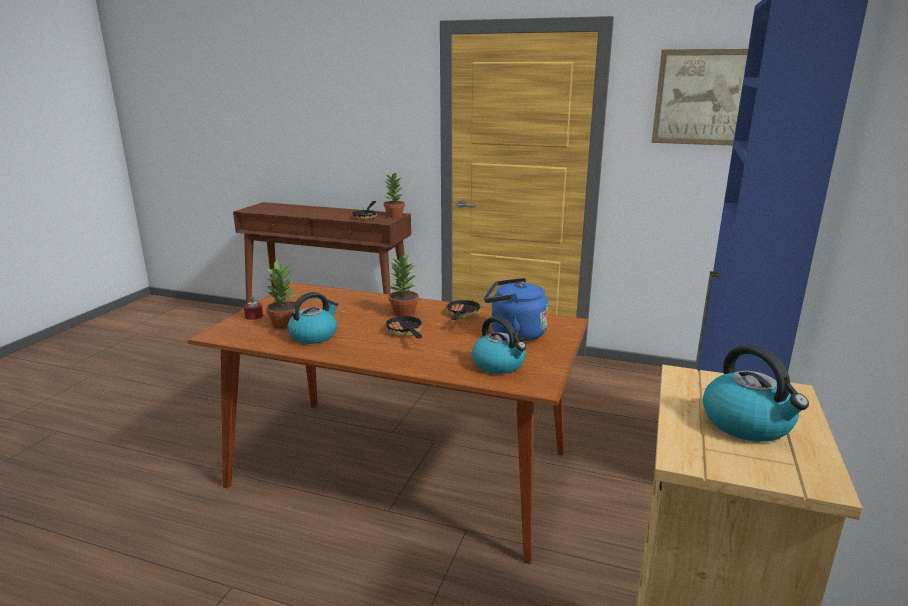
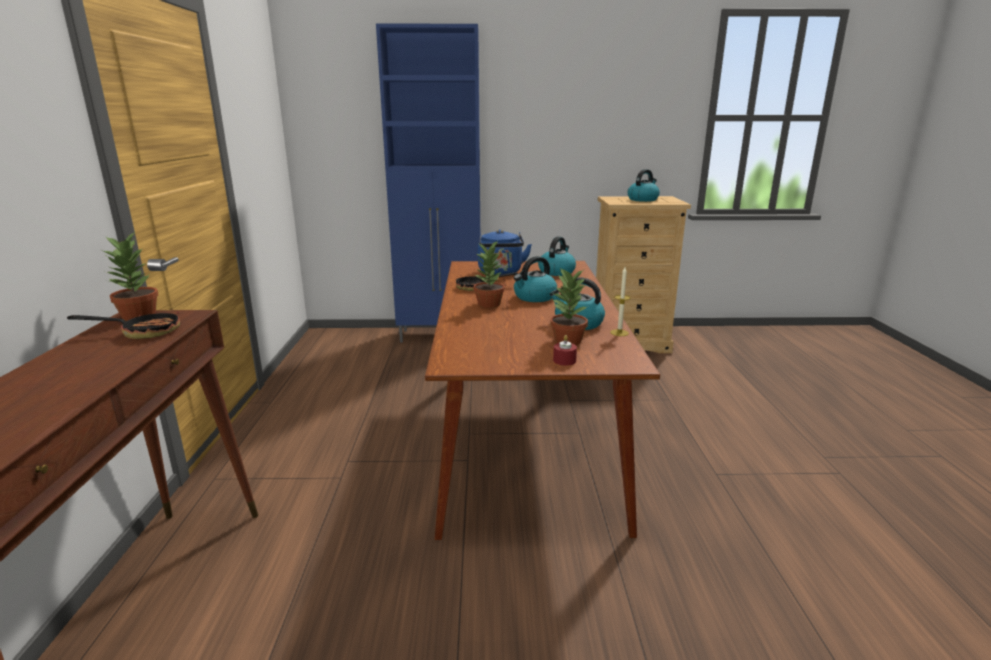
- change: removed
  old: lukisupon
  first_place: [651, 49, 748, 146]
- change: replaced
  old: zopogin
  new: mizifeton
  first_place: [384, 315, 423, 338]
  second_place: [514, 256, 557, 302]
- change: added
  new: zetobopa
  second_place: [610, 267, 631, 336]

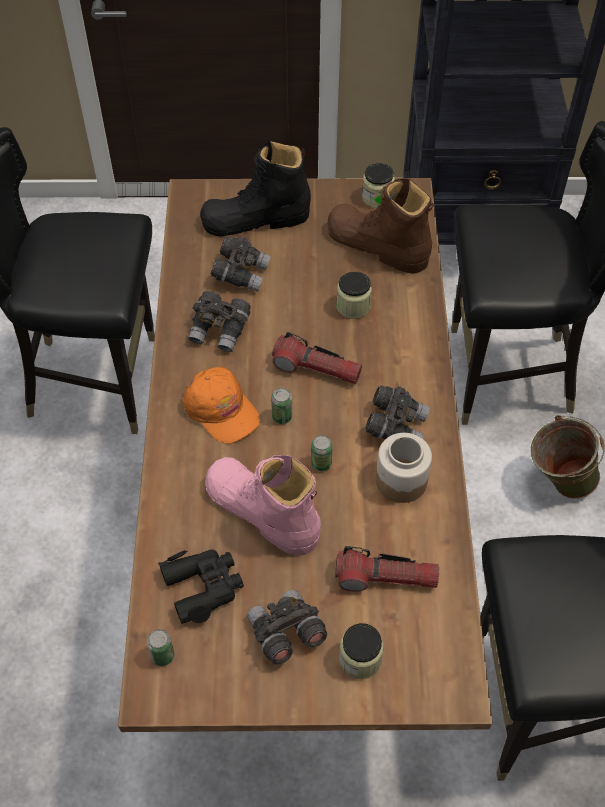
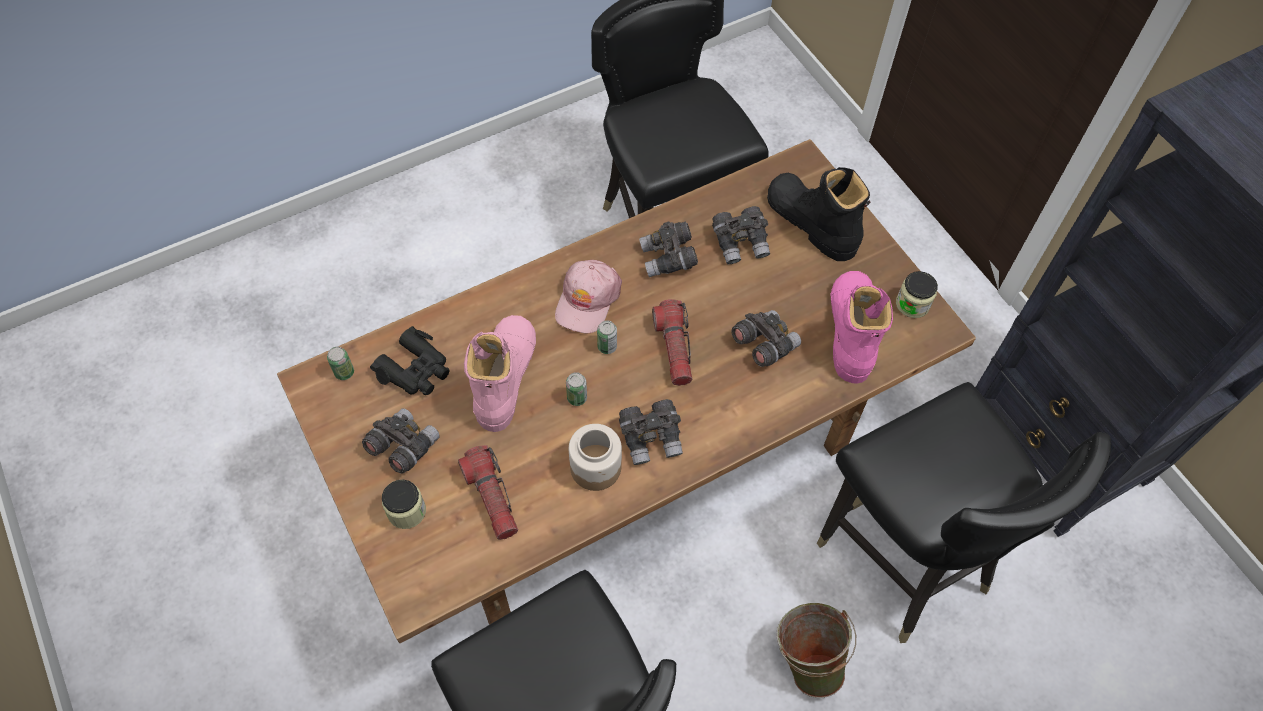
- change: recoloured
  old: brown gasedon
  new: pink gasedon
  first_place: [327, 179, 434, 274]
  second_place: [830, 271, 893, 384]
- change: replaced
  old: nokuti
  new: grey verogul
  first_place: [337, 271, 372, 319]
  second_place: [732, 310, 801, 367]
- change: recoloured
  old: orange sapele
  new: pink sapele
  first_place: [182, 367, 260, 444]
  second_place: [555, 260, 622, 334]

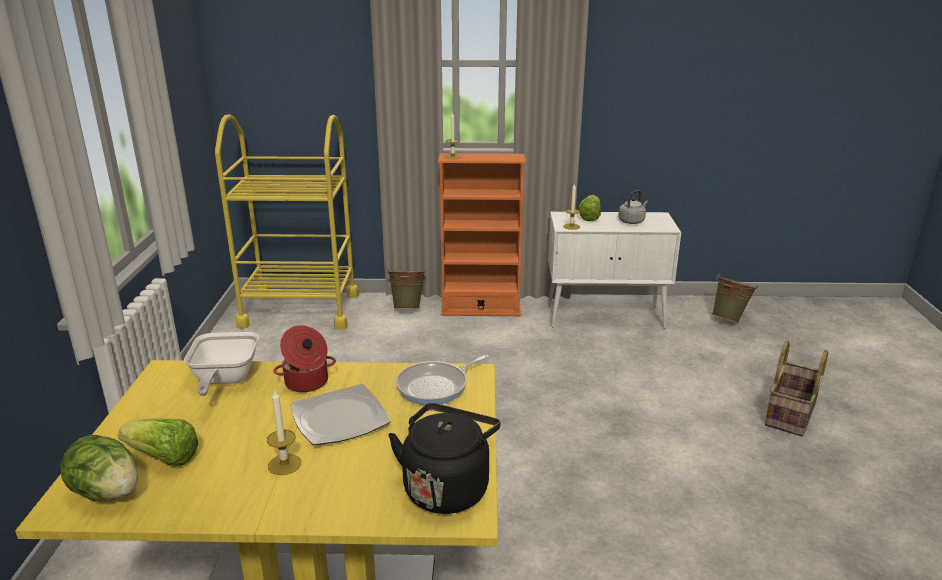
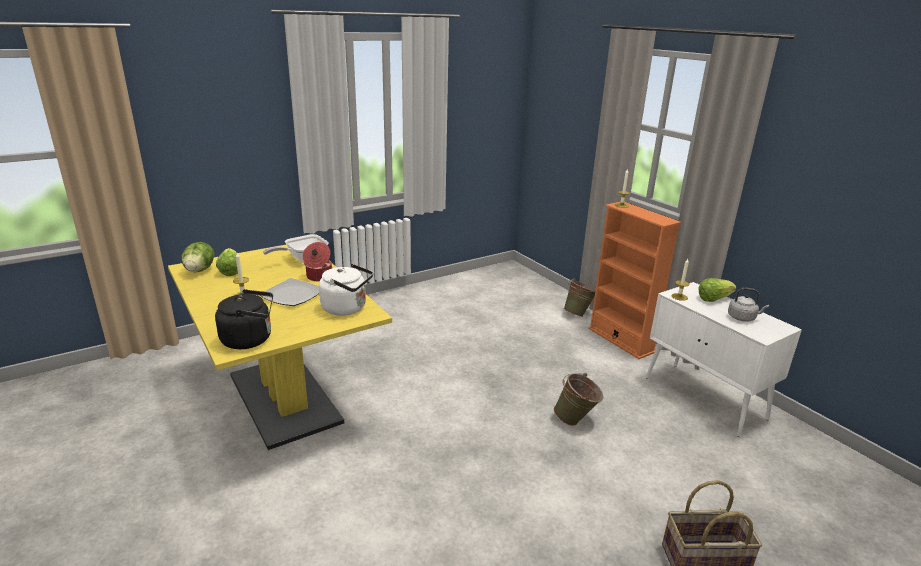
- change: removed
  old: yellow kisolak
  first_place: [215, 114, 359, 330]
- change: moved
  old: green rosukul
  first_place: [712, 274, 758, 322]
  second_place: [554, 373, 603, 426]
- change: replaced
  old: zopogin
  new: white mizifeton
  first_place: [396, 355, 489, 405]
  second_place: [319, 264, 373, 316]

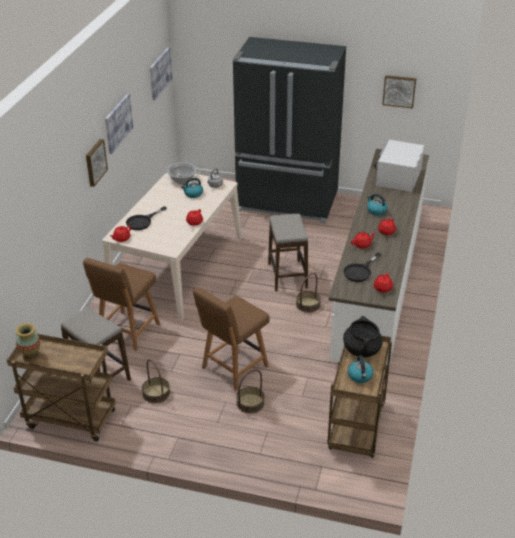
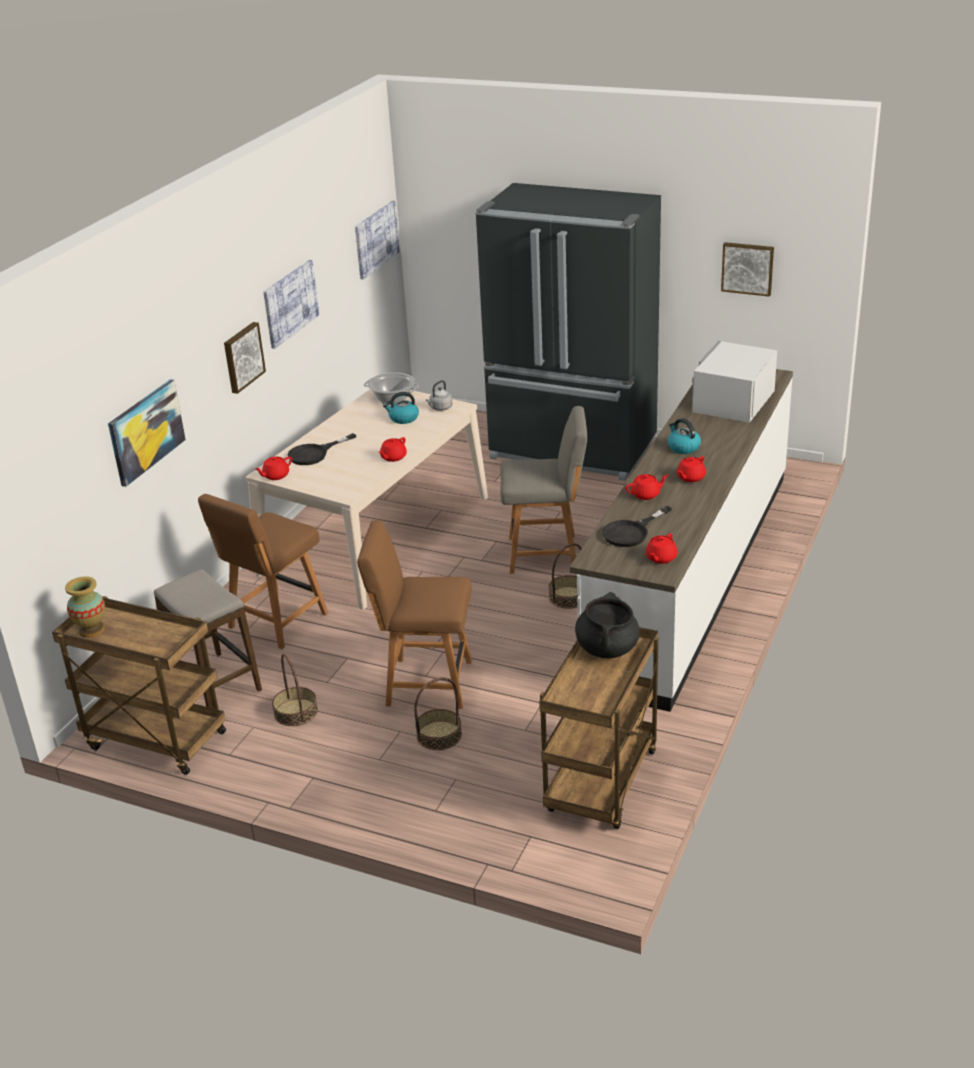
- change: replaced
  old: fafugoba
  new: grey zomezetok
  first_place: [268, 214, 308, 291]
  second_place: [500, 406, 587, 574]
- change: turned
  old: brown zomezetok
  first_place: [193, 287, 270, 391]
  second_place: [357, 520, 472, 709]
  degrees: 45
- change: removed
  old: mizifeton
  first_place: [348, 355, 374, 383]
- change: added
  new: lukisupon
  second_place: [108, 379, 186, 487]

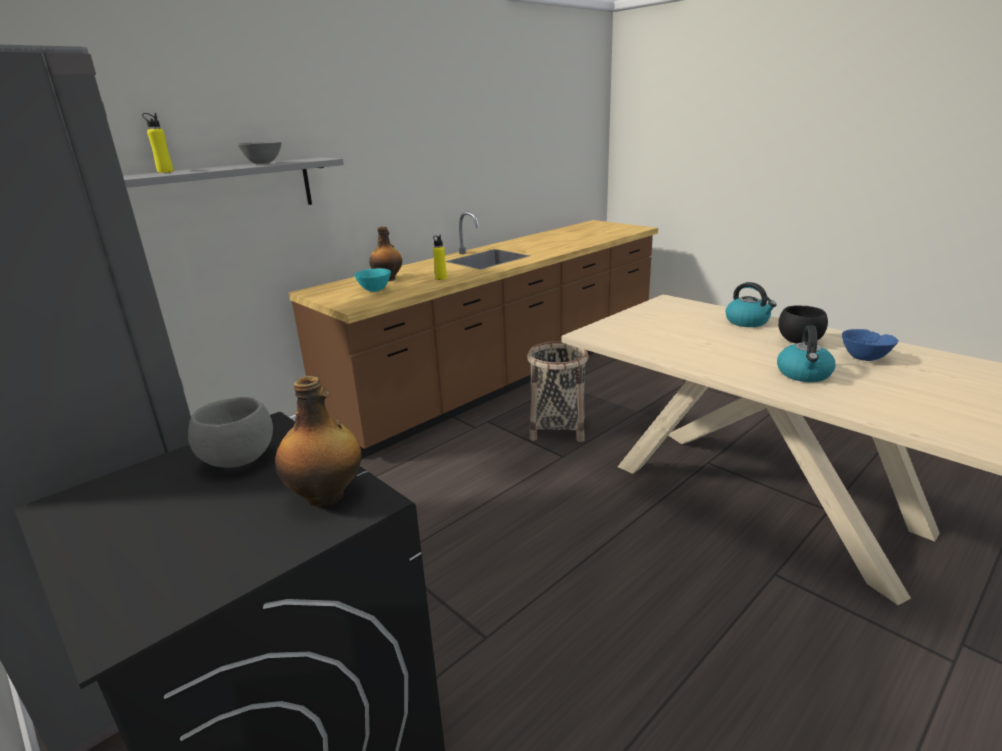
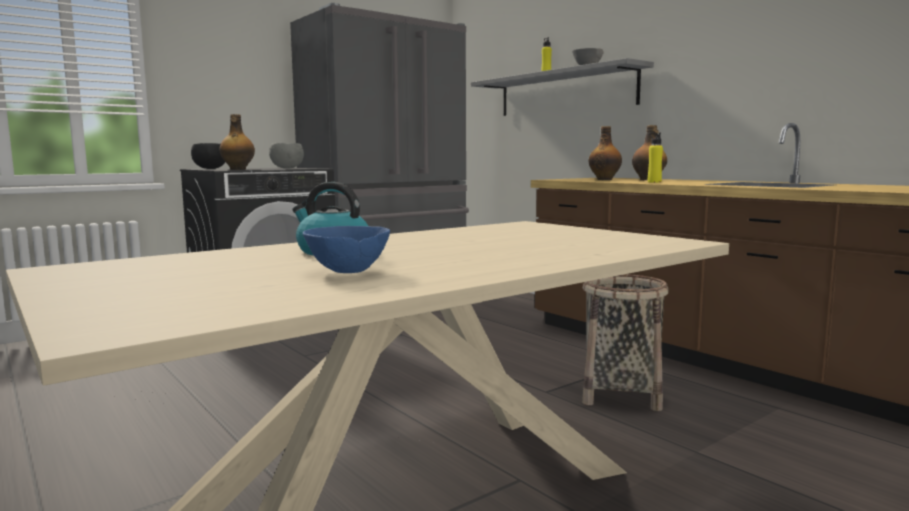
- change: replaced
  old: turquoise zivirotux
  new: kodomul
  first_place: [354, 268, 391, 292]
  second_place: [588, 126, 622, 180]
- change: removed
  old: mizifeton
  first_place: [726, 282, 777, 327]
- change: moved
  old: black zivirotux
  first_place: [778, 305, 828, 343]
  second_place: [191, 143, 225, 169]

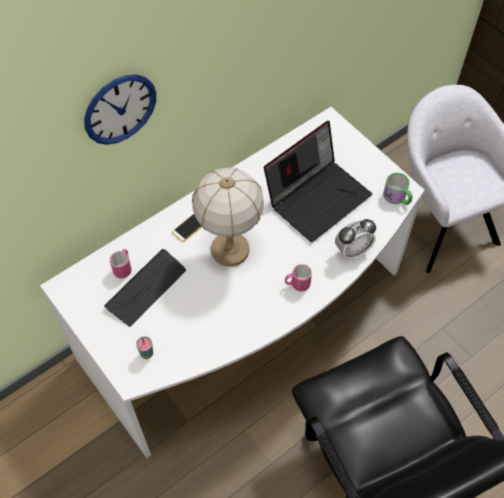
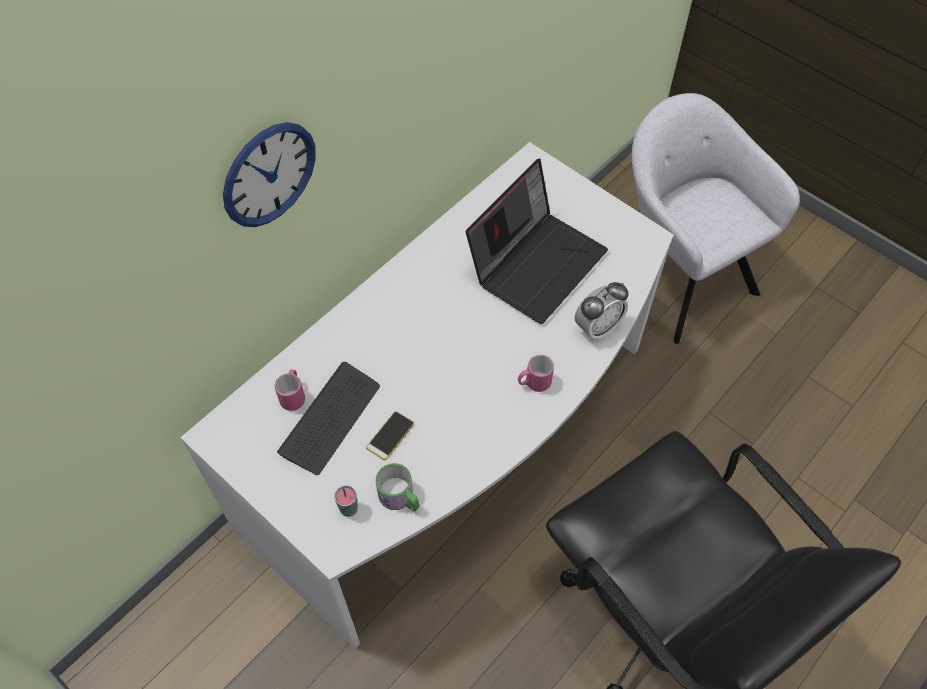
- change: removed
  old: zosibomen
  first_place: [192, 168, 264, 266]
- change: moved
  old: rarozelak
  first_place: [383, 173, 412, 205]
  second_place: [376, 463, 420, 511]
- change: moved
  old: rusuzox
  first_place: [172, 214, 202, 242]
  second_place: [366, 411, 414, 460]

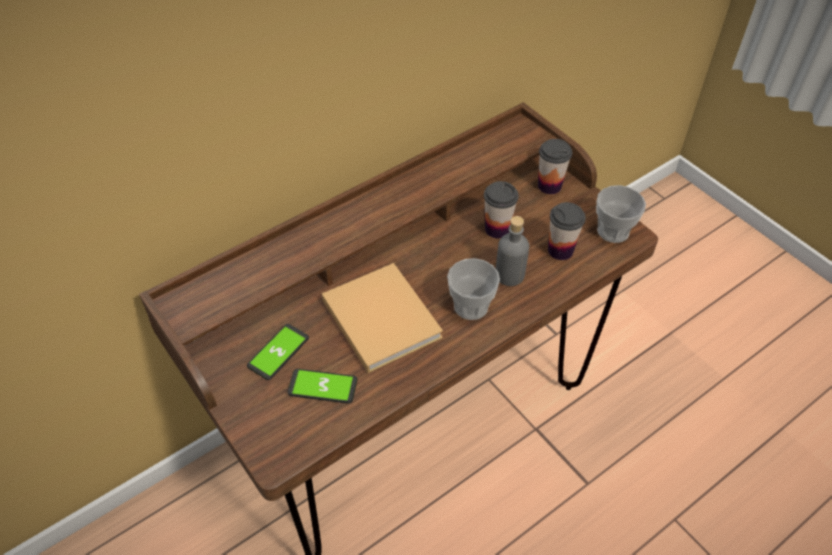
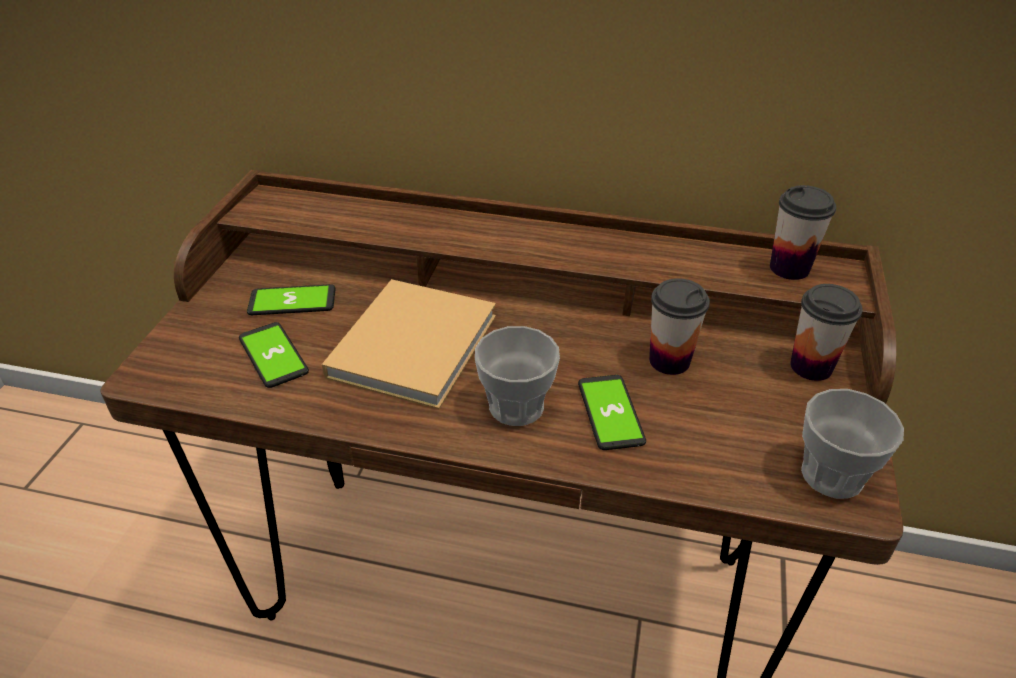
- change: moved
  old: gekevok
  first_place: [548, 202, 586, 260]
  second_place: [770, 185, 836, 280]
- change: replaced
  old: grey kodomul
  new: rusuzox
  first_place: [496, 216, 529, 286]
  second_place: [578, 375, 646, 450]

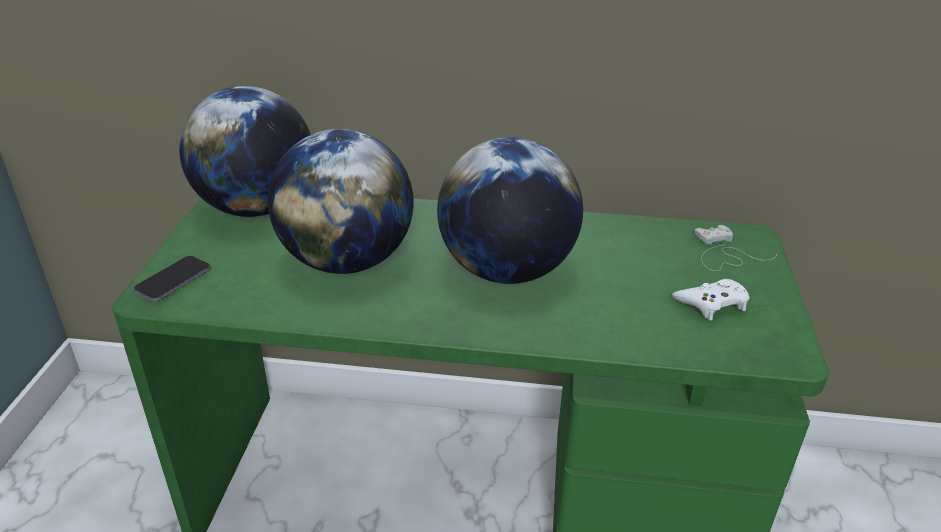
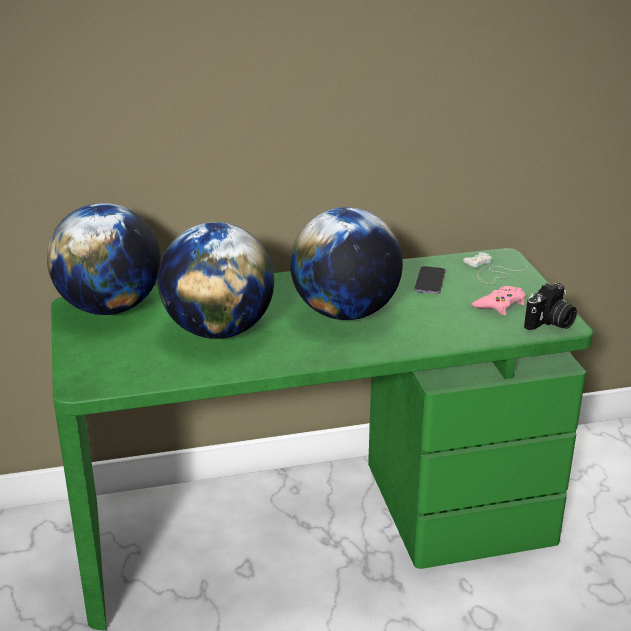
- change: moved
  old: rusuzox
  first_place: [134, 256, 210, 302]
  second_place: [415, 266, 445, 294]
- change: recoloured
  old: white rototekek
  new: pink rototekek
  first_place: [672, 279, 750, 321]
  second_place: [471, 286, 526, 315]
- change: added
  new: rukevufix
  second_place: [524, 283, 577, 330]

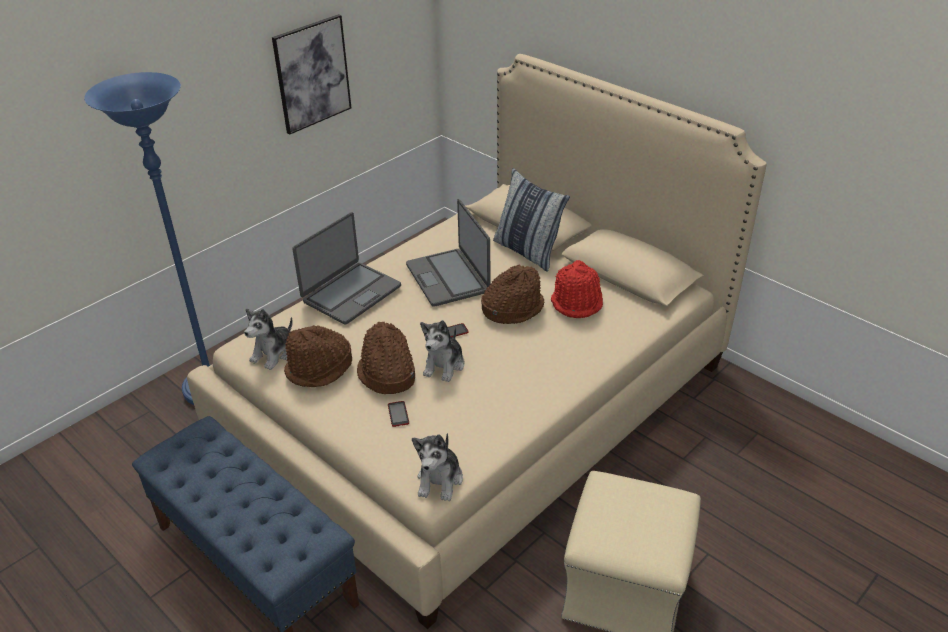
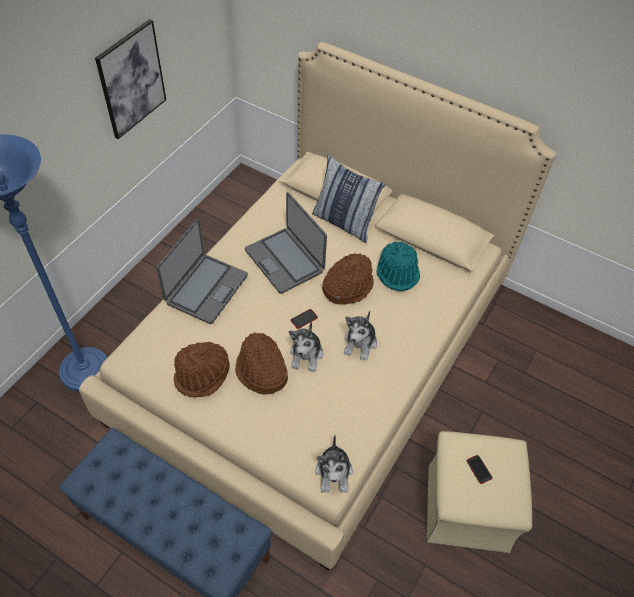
- change: recoloured
  old: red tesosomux
  new: turquoise tesosomux
  first_place: [551, 260, 603, 318]
  second_place: [377, 241, 420, 291]
- change: moved
  old: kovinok
  first_place: [244, 309, 292, 370]
  second_place: [344, 311, 377, 361]
- change: moved
  old: rusuzox
  first_place: [388, 401, 409, 427]
  second_place: [466, 455, 492, 484]

